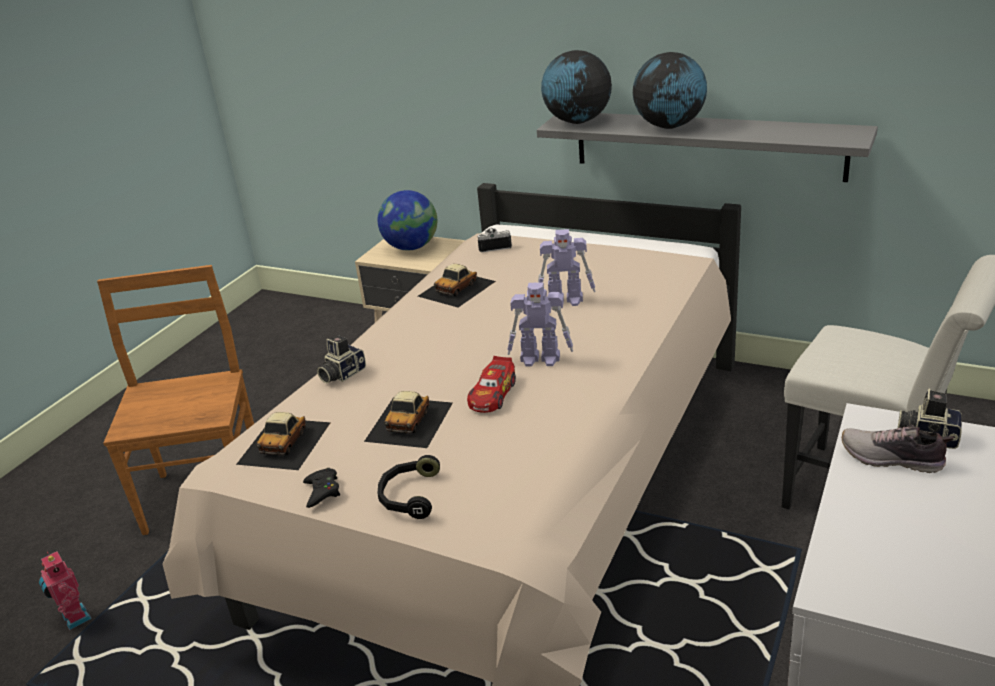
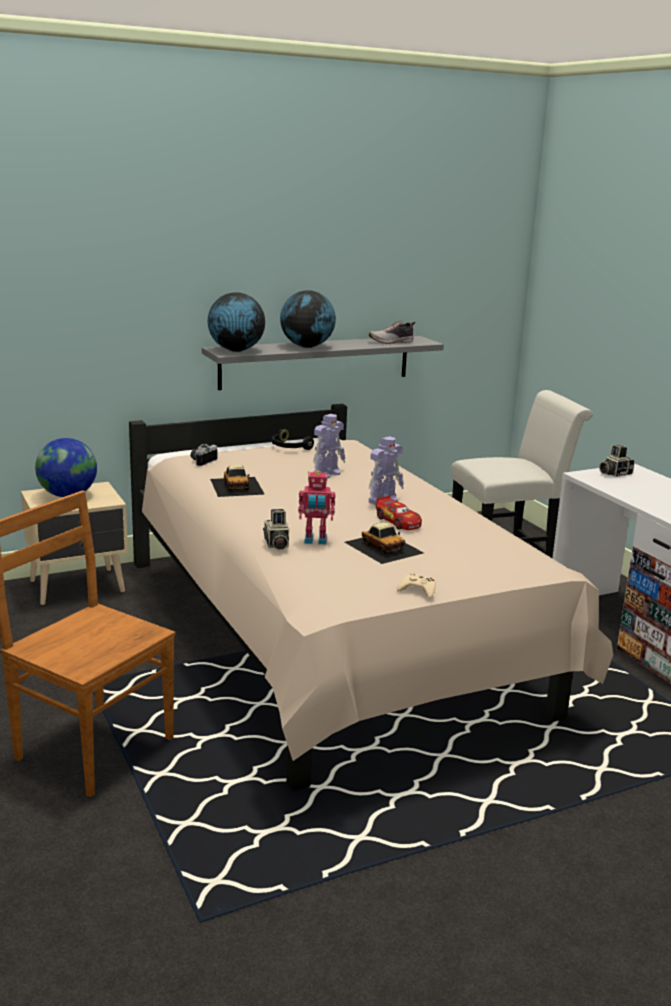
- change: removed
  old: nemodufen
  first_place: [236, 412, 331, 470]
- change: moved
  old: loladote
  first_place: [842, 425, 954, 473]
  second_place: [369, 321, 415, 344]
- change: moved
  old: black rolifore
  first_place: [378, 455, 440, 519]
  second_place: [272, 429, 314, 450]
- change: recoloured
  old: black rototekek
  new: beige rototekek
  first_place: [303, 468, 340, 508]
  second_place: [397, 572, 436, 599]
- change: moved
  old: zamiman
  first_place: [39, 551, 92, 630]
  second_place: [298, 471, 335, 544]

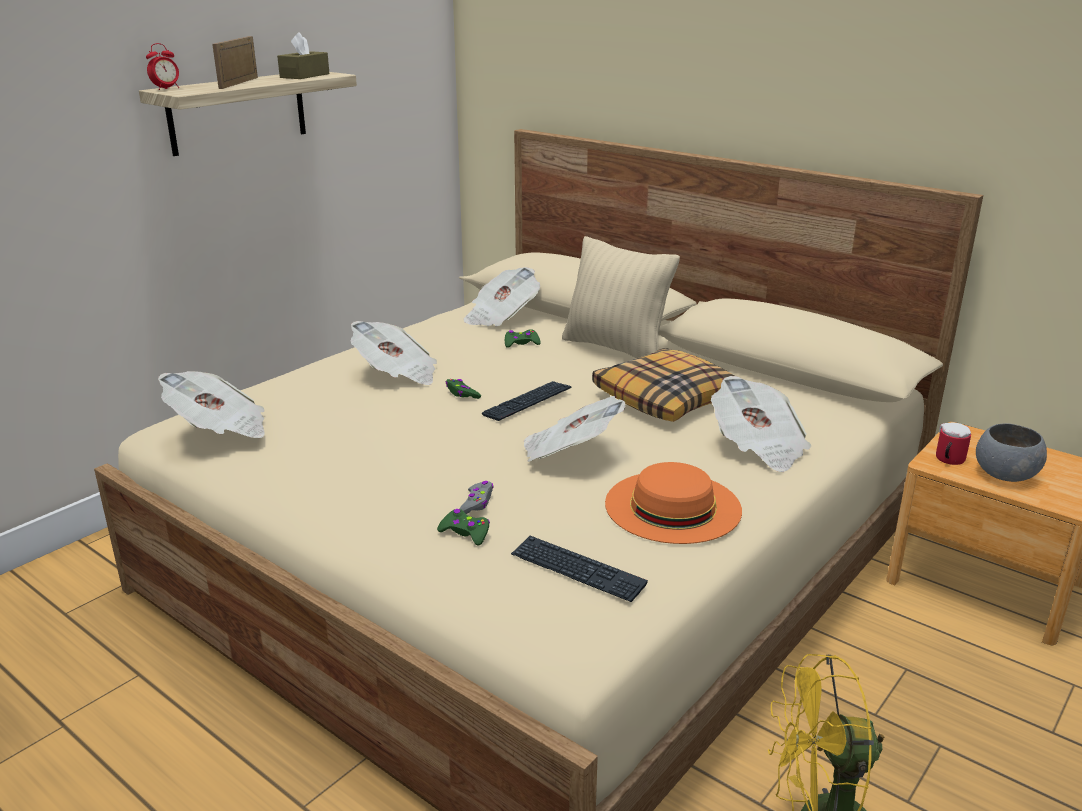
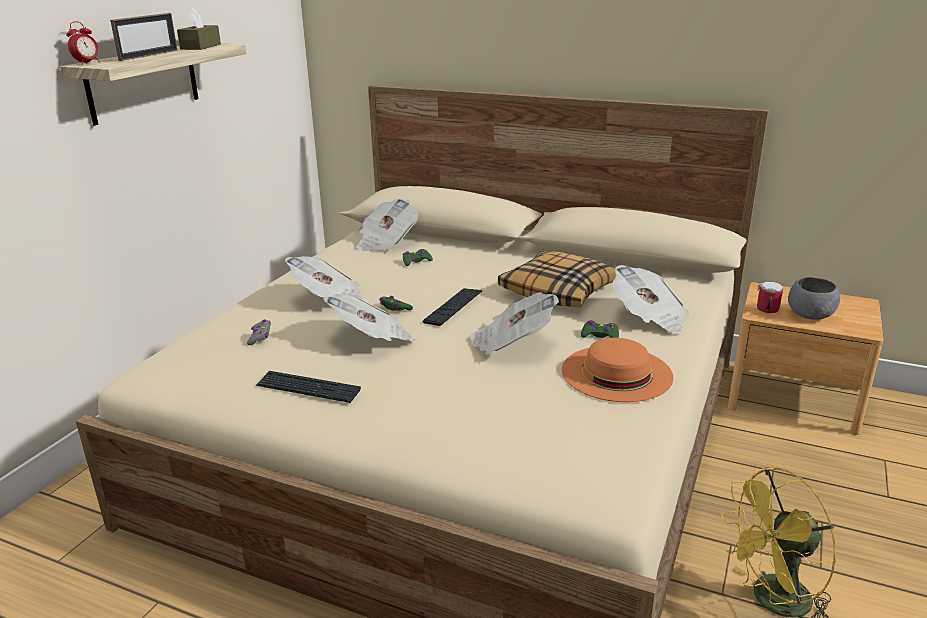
- change: turned
  old: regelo
  first_place: [212, 36, 258, 89]
  second_place: [110, 13, 178, 61]
  degrees: -150
- change: removed
  old: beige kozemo
  first_place: [562, 236, 680, 359]
- change: moved
  old: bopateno
  first_place: [158, 371, 265, 438]
  second_place: [323, 294, 415, 341]
- change: moved
  old: grey rototekek
  first_place: [460, 481, 493, 514]
  second_place: [247, 320, 271, 345]
- change: moved
  old: green rototekek
  first_place: [437, 509, 490, 546]
  second_place: [581, 320, 619, 338]
- change: moved
  old: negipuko
  first_place: [511, 536, 648, 602]
  second_place: [256, 371, 361, 403]

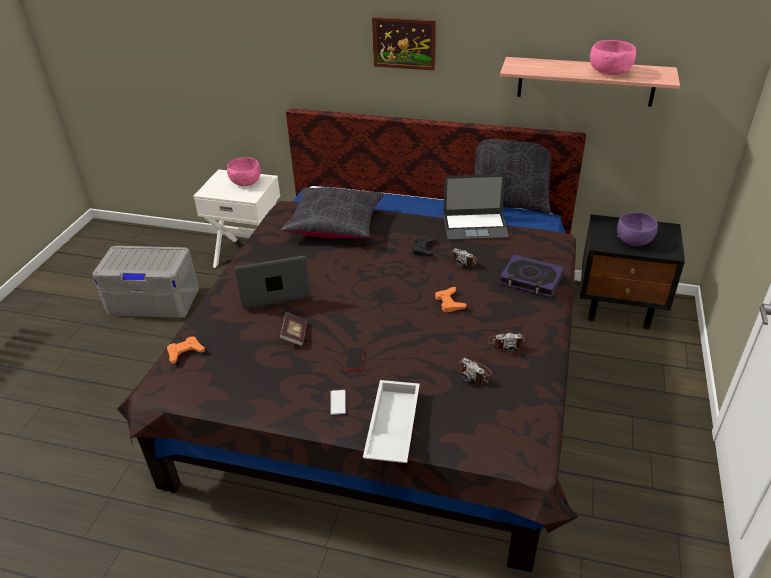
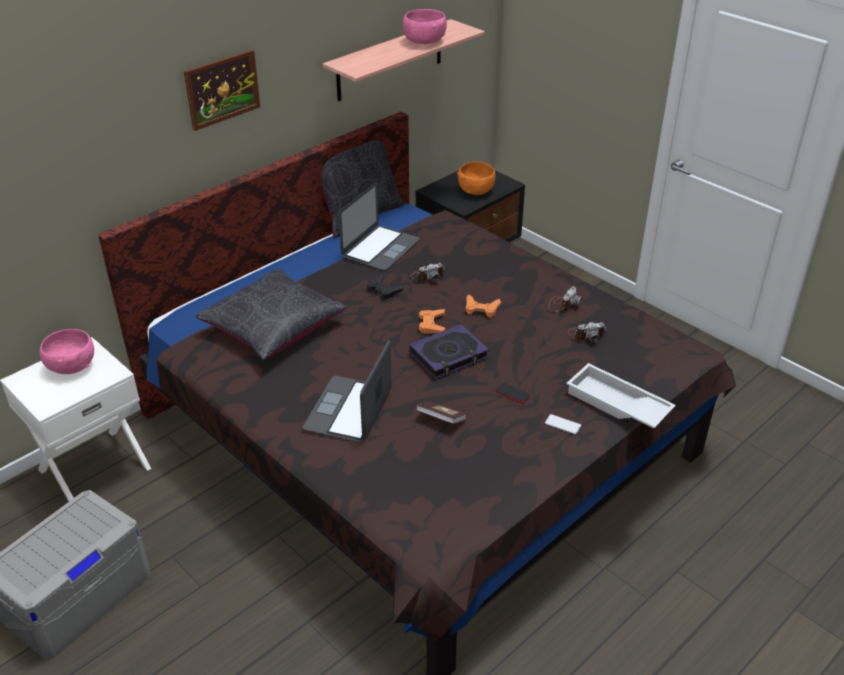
- change: recoloured
  old: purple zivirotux
  new: orange zivirotux
  first_place: [617, 212, 658, 246]
  second_place: [457, 162, 496, 195]
- change: moved
  old: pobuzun
  first_place: [499, 254, 564, 298]
  second_place: [409, 324, 489, 379]
- change: moved
  old: orange rototekek
  first_place: [167, 336, 205, 364]
  second_place: [419, 309, 446, 333]

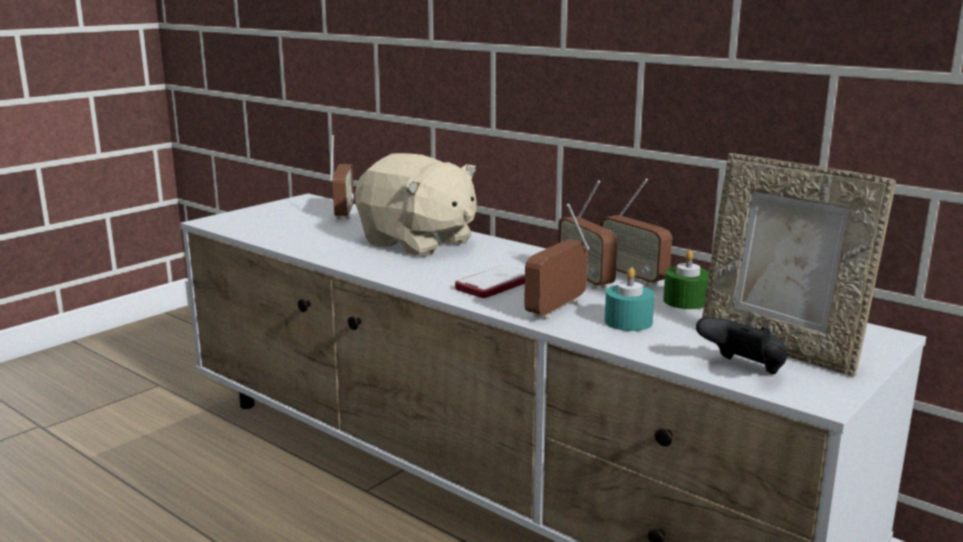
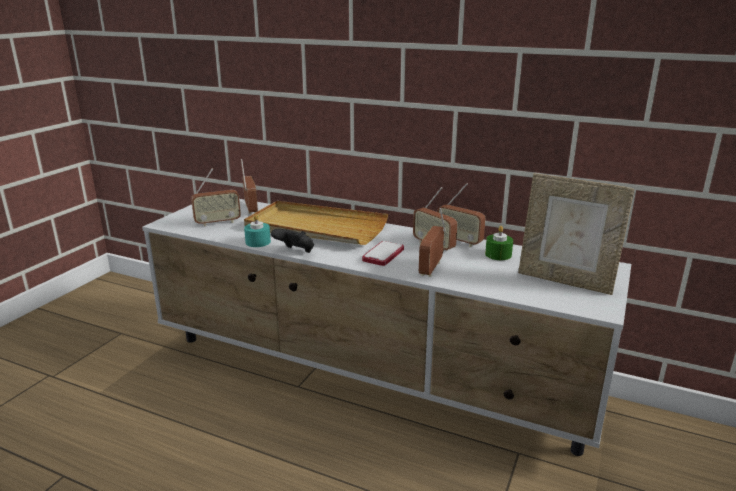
- change: replaced
  old: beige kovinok
  new: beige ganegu
  first_place: [355, 153, 477, 256]
  second_place: [244, 201, 388, 245]
- change: moved
  old: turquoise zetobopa
  first_place: [605, 268, 655, 331]
  second_place: [244, 214, 271, 247]
- change: moved
  old: black rototekek
  first_place: [696, 317, 787, 374]
  second_place: [271, 229, 314, 253]
- change: added
  new: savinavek
  second_place: [191, 168, 241, 226]

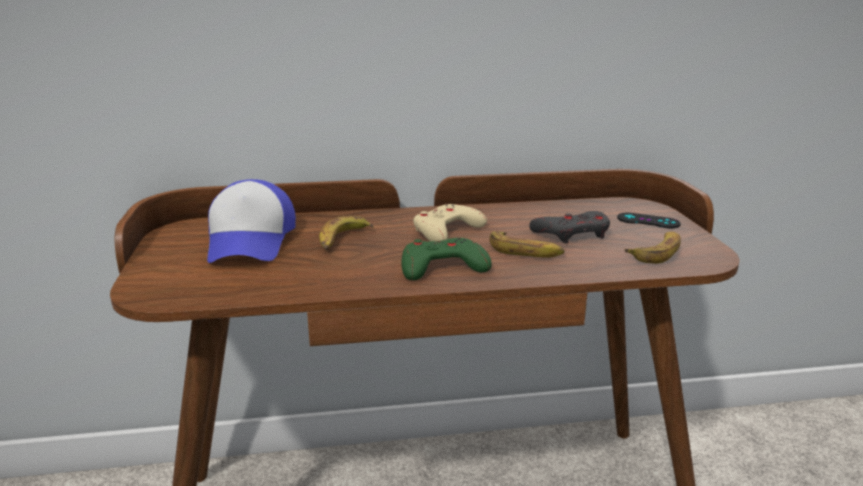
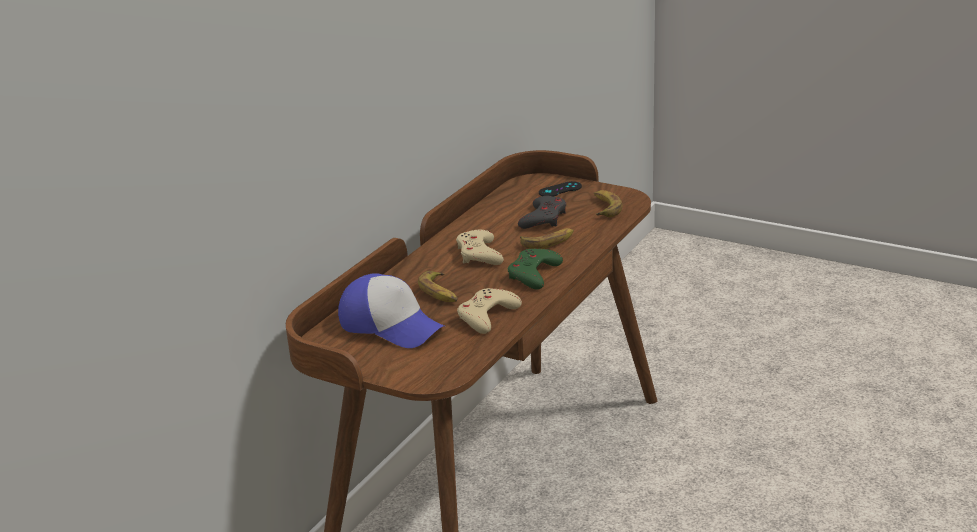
- change: added
  new: beige rototekek
  second_place: [457, 288, 522, 334]

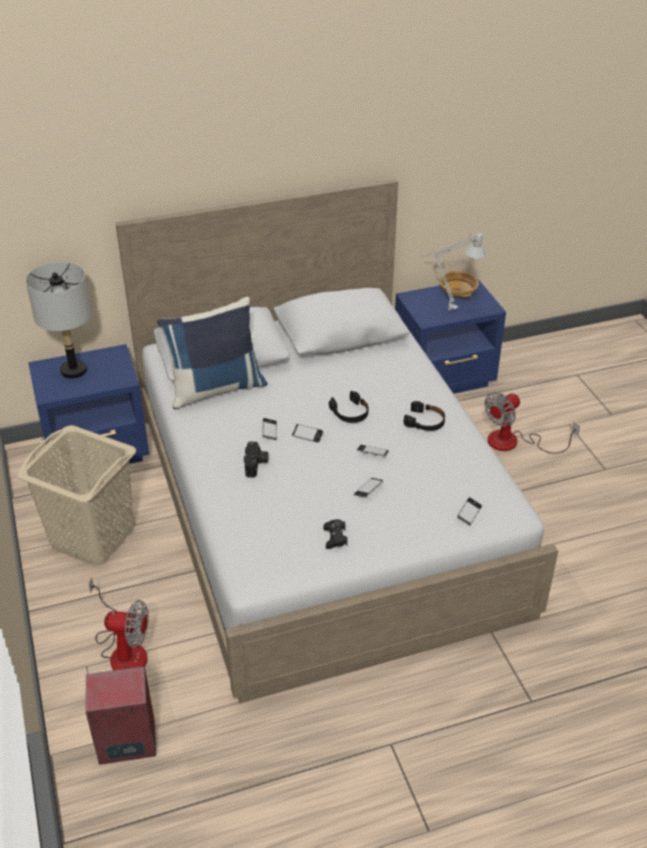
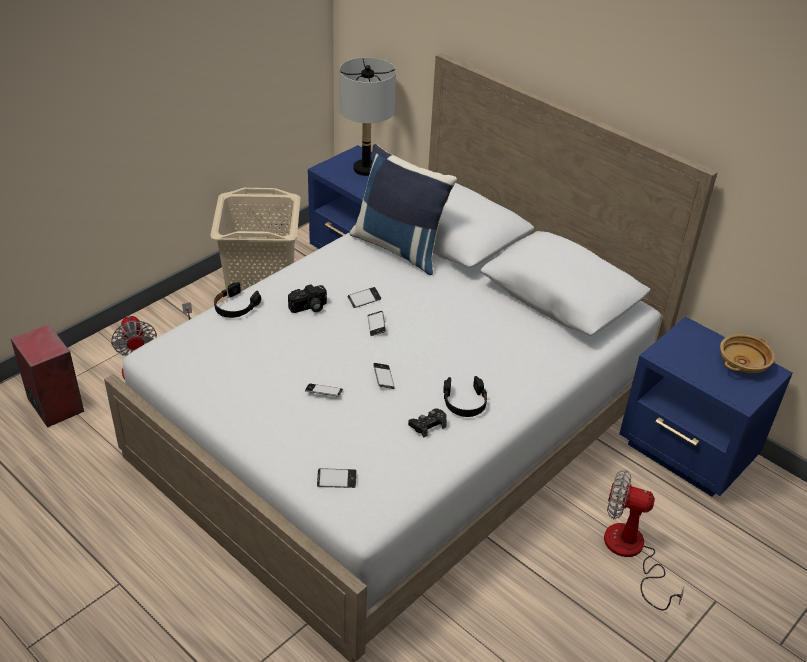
- change: removed
  old: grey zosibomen
  first_place: [419, 233, 487, 311]
- change: moved
  old: black rolifore
  first_place: [329, 391, 369, 423]
  second_place: [214, 282, 261, 318]
- change: moved
  old: black rototekek
  first_place: [324, 519, 348, 549]
  second_place: [408, 408, 447, 438]

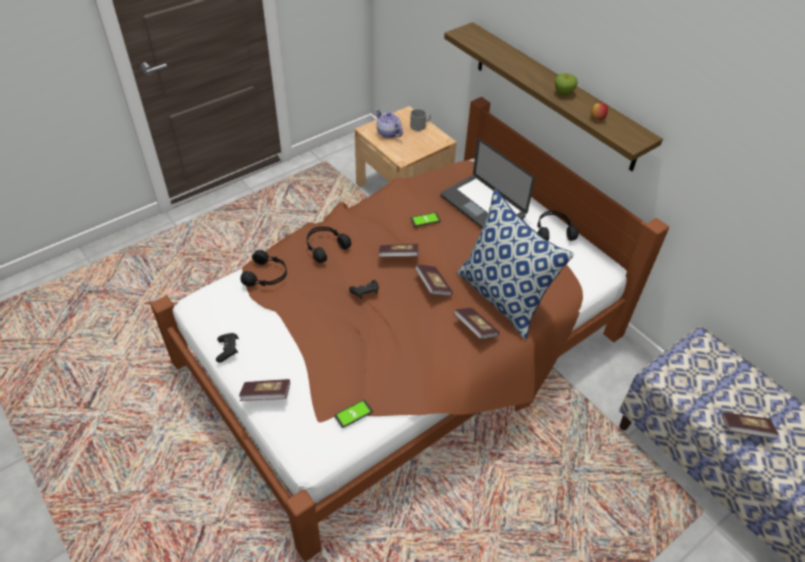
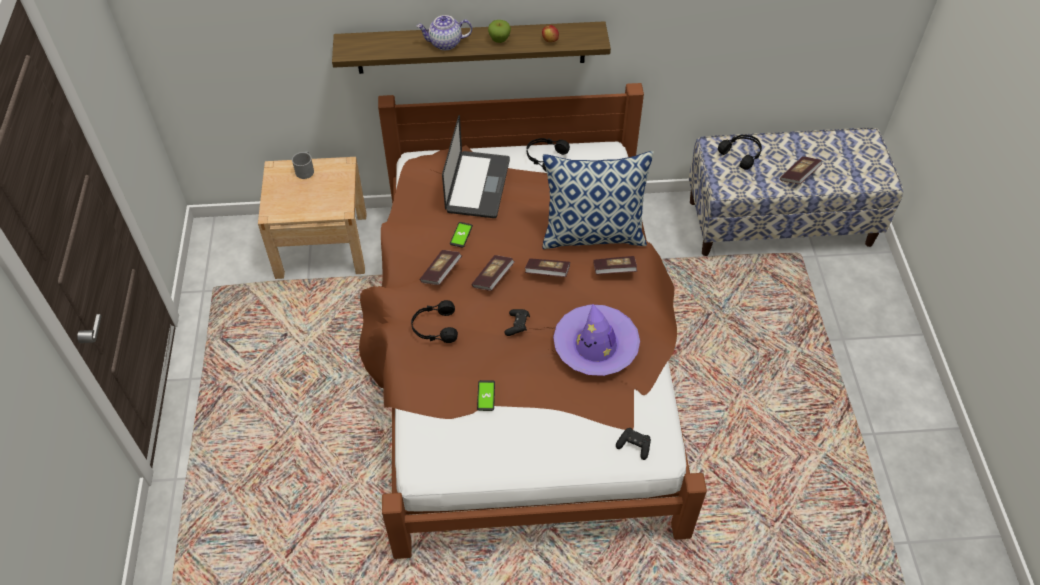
- change: moved
  old: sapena
  first_place: [376, 109, 403, 138]
  second_place: [416, 15, 472, 50]
- change: turned
  old: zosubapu
  first_place: [440, 138, 535, 228]
  second_place: [442, 115, 510, 218]
  degrees: -75
- change: moved
  old: black rolifore
  first_place: [240, 250, 287, 287]
  second_place: [718, 135, 762, 170]
- change: moved
  old: black rototekek
  first_place: [216, 333, 239, 362]
  second_place: [616, 428, 651, 460]
- change: moved
  old: pobuzun
  first_place: [239, 379, 290, 401]
  second_place: [420, 250, 462, 285]
- change: moved
  old: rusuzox
  first_place: [334, 400, 373, 428]
  second_place: [477, 380, 495, 411]
- change: added
  new: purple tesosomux
  second_place: [553, 304, 640, 376]

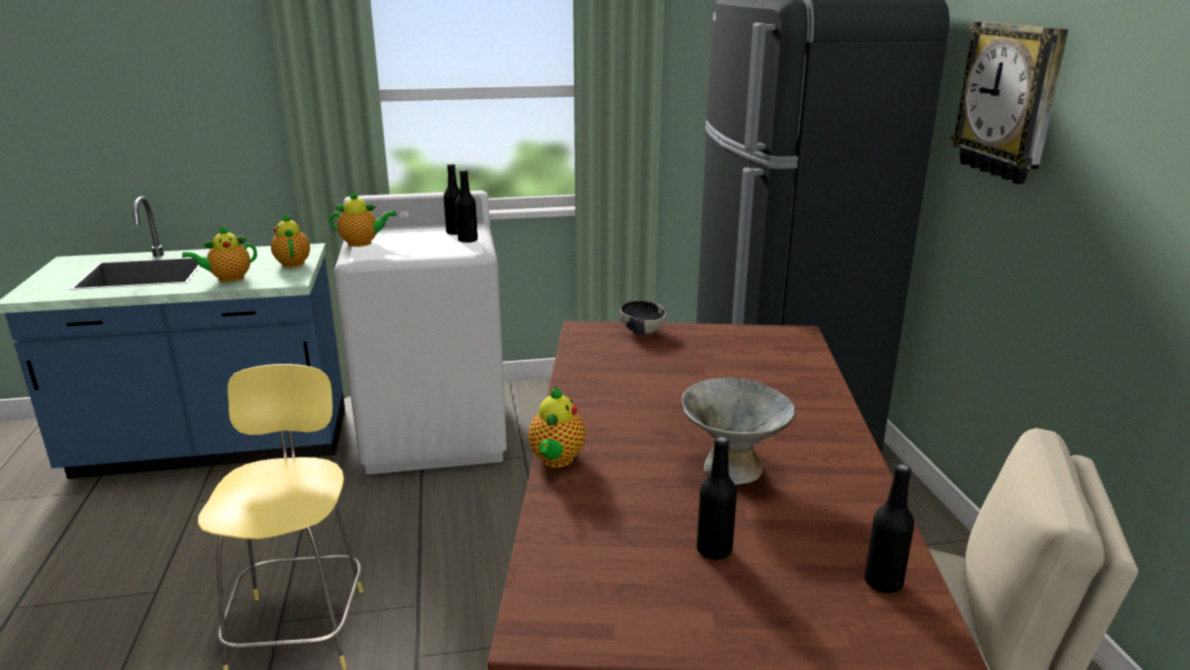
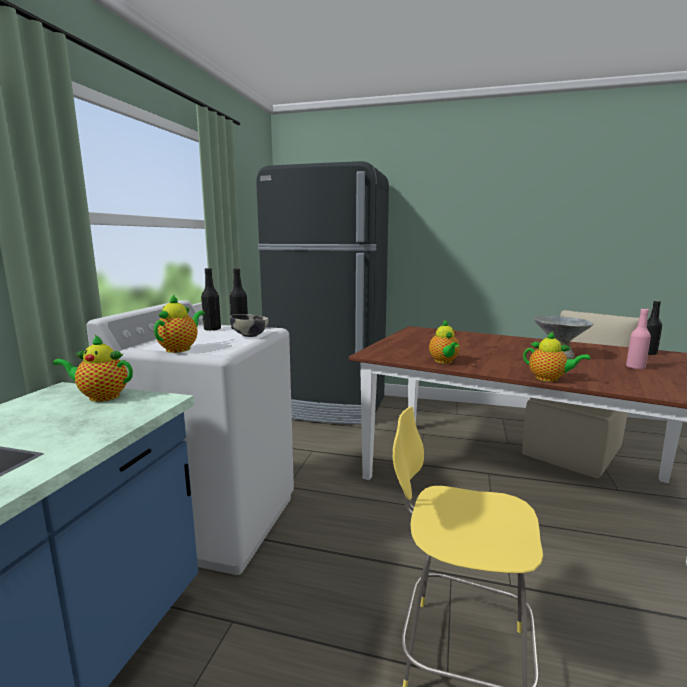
- change: removed
  old: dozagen
  first_place: [951, 21, 1069, 184]
- change: moved
  old: sapena
  first_place: [182, 225, 257, 282]
  second_place: [429, 320, 460, 364]
- change: moved
  old: zivirotux
  first_place: [620, 300, 667, 335]
  second_place: [230, 314, 269, 337]
- change: recoloured
  old: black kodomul
  new: pink kodomul
  first_place: [697, 436, 737, 560]
  second_place: [626, 308, 651, 369]

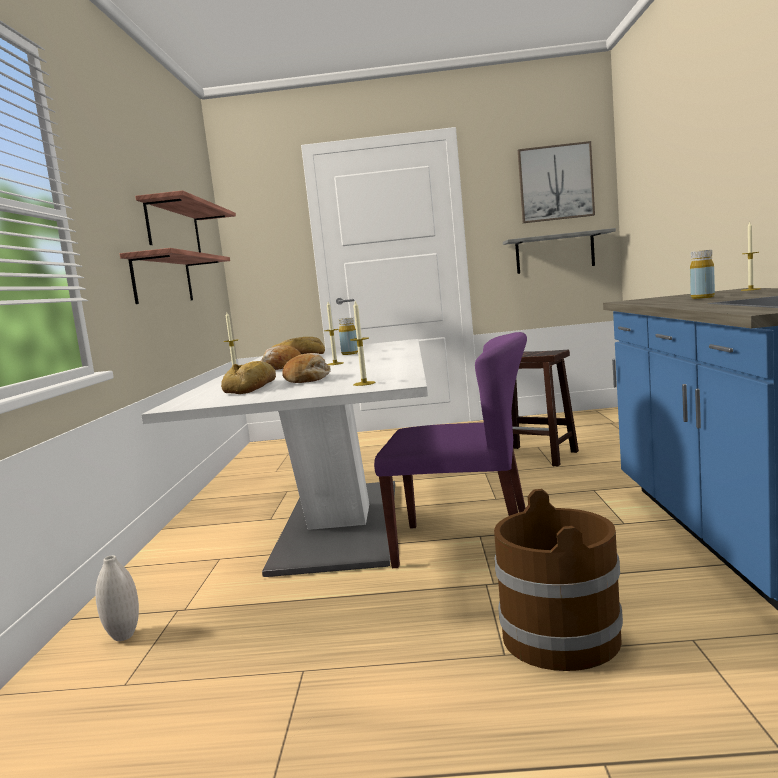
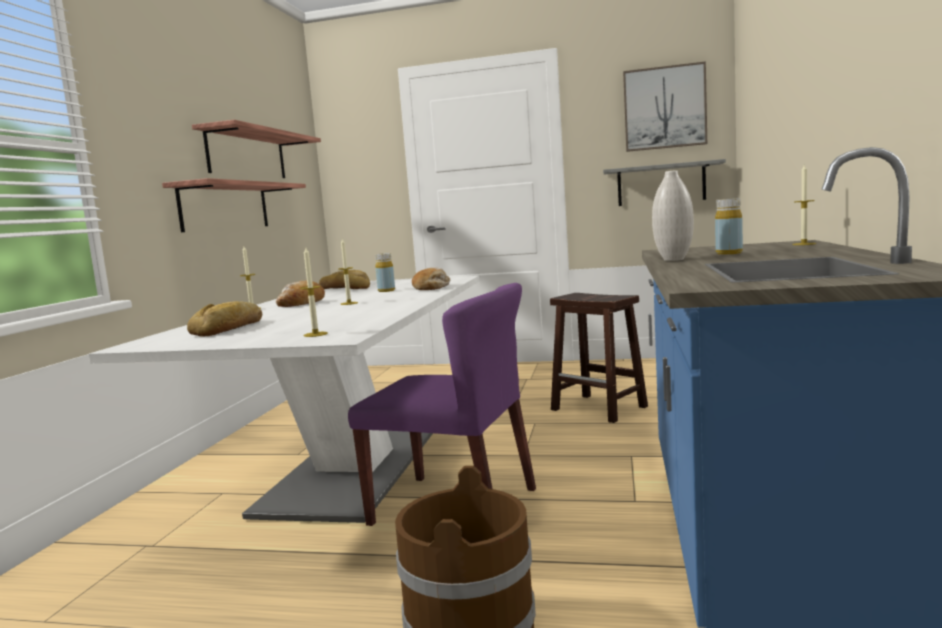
- change: moved
  old: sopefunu
  first_place: [282, 353, 331, 383]
  second_place: [412, 267, 450, 290]
- change: moved
  old: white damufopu
  first_place: [95, 555, 139, 641]
  second_place: [652, 170, 694, 261]

